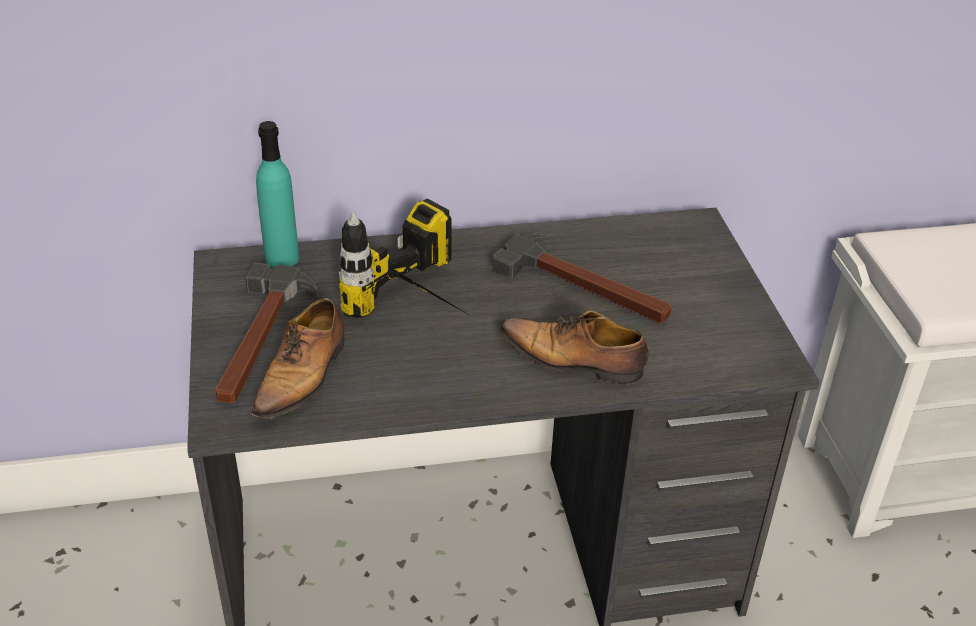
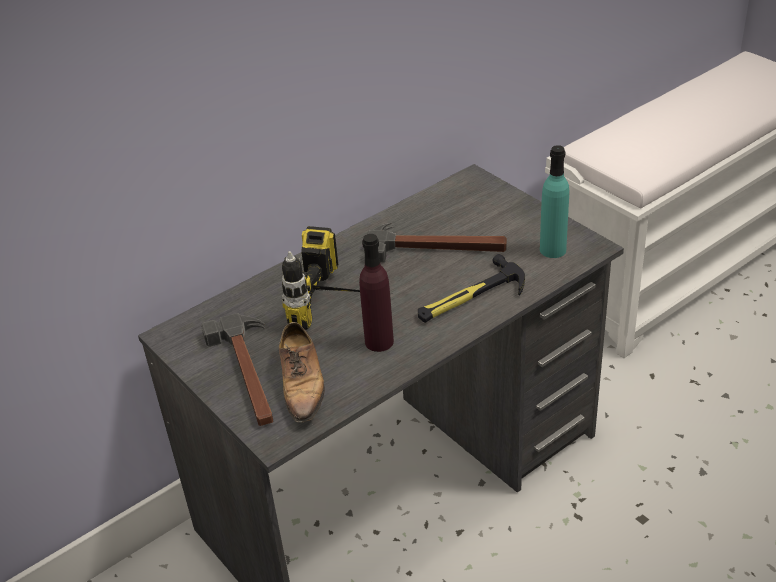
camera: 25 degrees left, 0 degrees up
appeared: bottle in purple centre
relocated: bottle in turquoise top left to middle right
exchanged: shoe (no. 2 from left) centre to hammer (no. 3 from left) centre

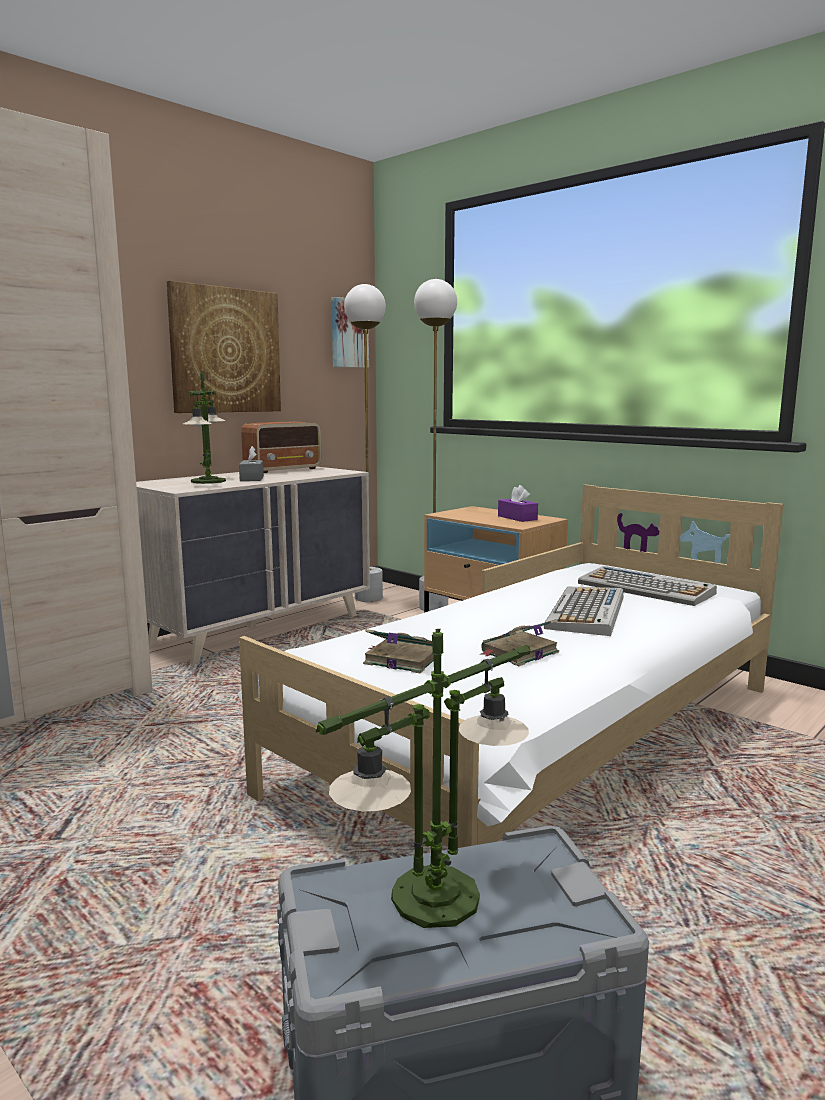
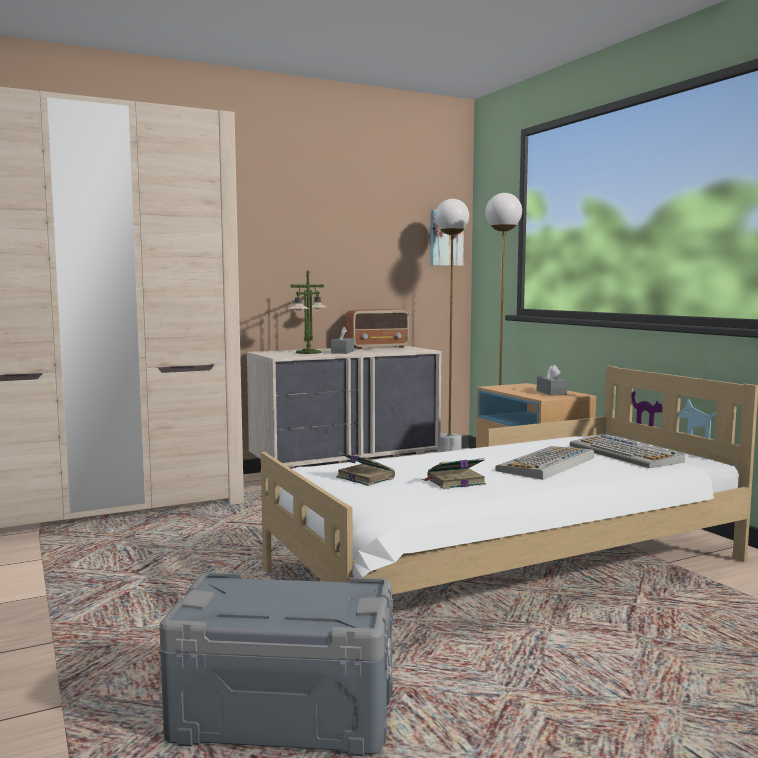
camera: 20 degrees right, 5 degrees down
missing: picture (no. 1 from left) top left; table lamp (no. 2 from left) bottom centre
colour: tissue box in purple centre to tissue box in grey (no. 2 from left) middle right

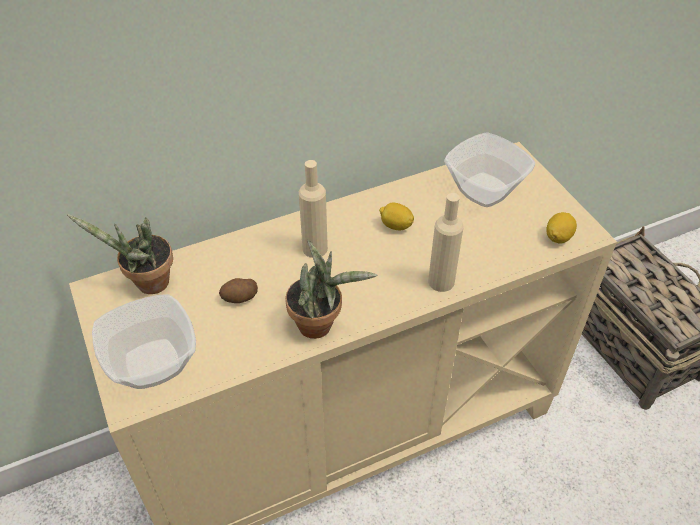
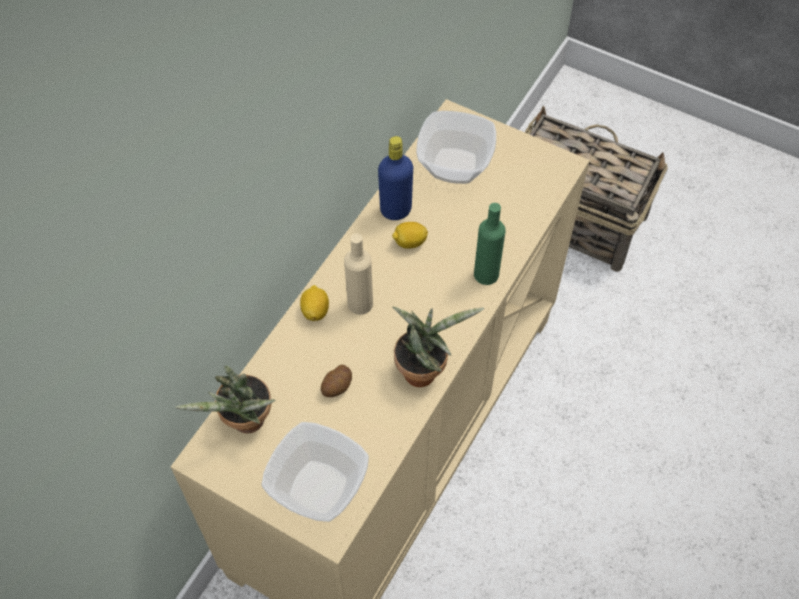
camera: 35 degrees left, 10 degrees up
appeared: bottle in blue top centre
relocated: lemon (no. 2 from left in the first image) middle right to lemon (no. 1 from left) centre
colour: bottle in beige (no. 2 from left) centre to bottle in green centre

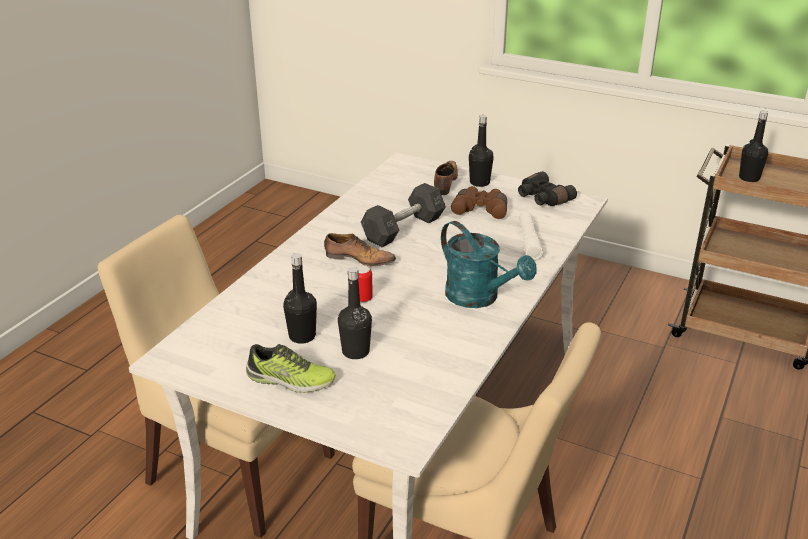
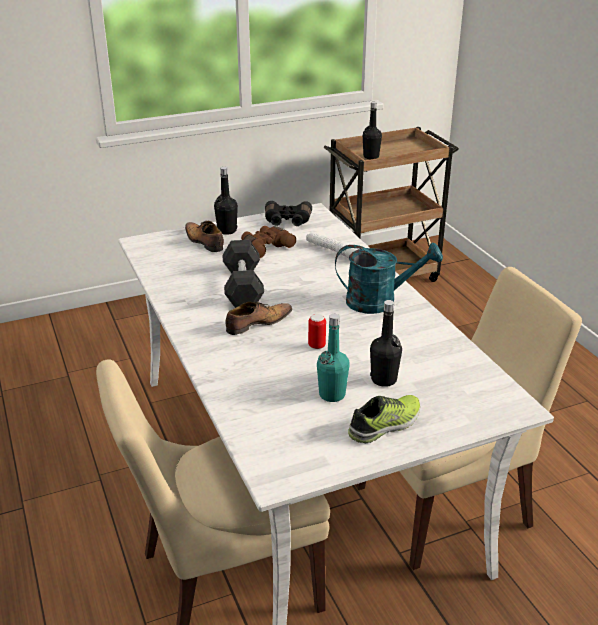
camera: 50 degrees left, 0 degrees up
colour: bottle in black (no. 1 from left) centre to bottle in turquoise centre

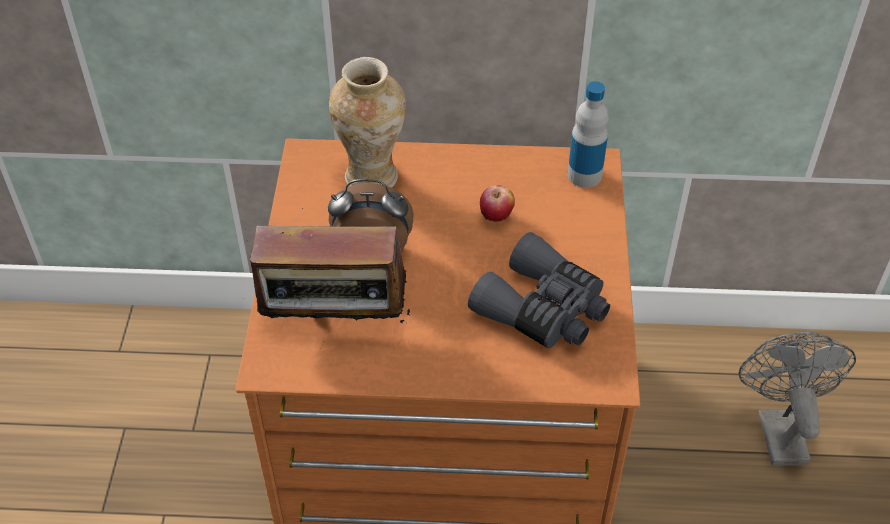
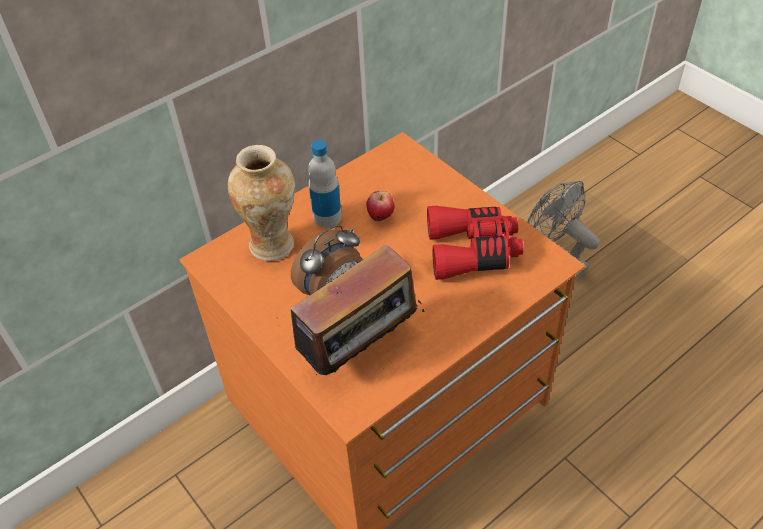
camera: 40 degrees left, 0 degrees up
relocated: bottle top centre to centre
colour: binoculars in grey centre to binoculars in red centre

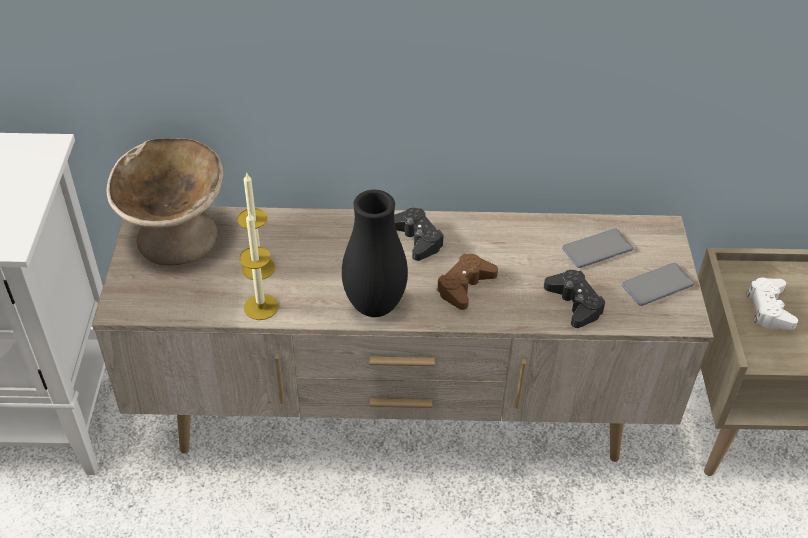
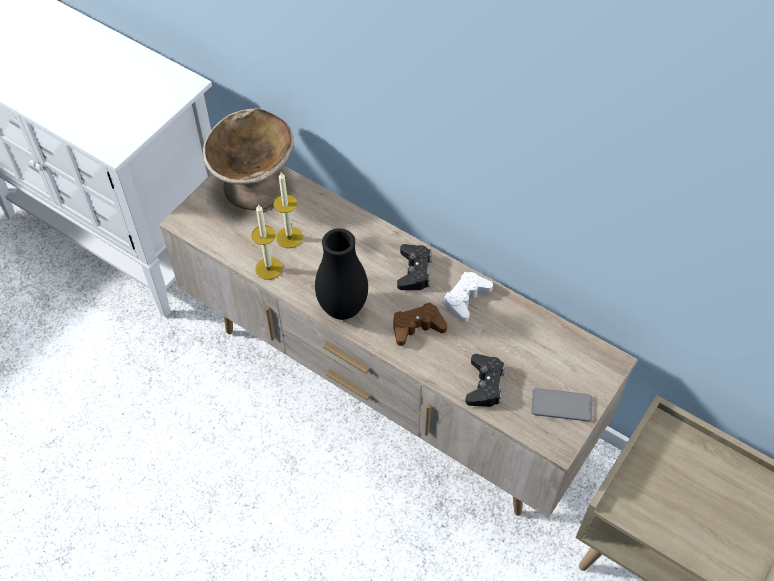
camera: 35 degrees right, 10 degrees up
missing: phone (no. 1 from left) middle right
relocated: game controller in white middle right to centre

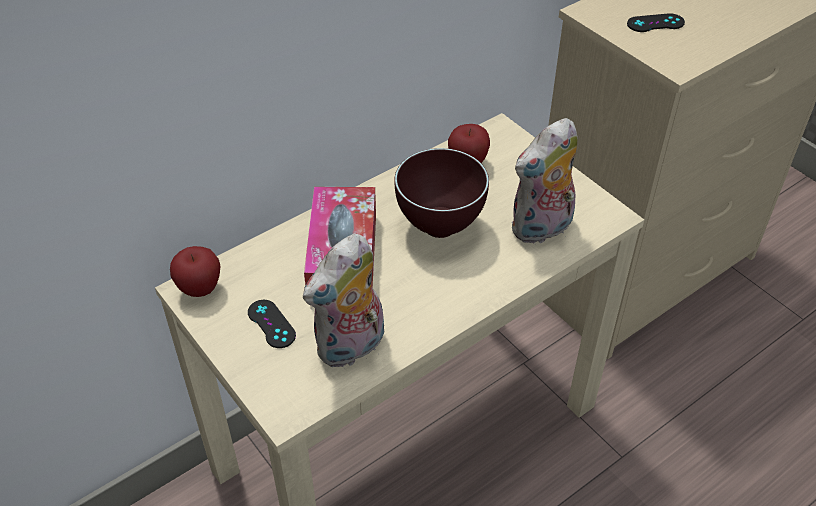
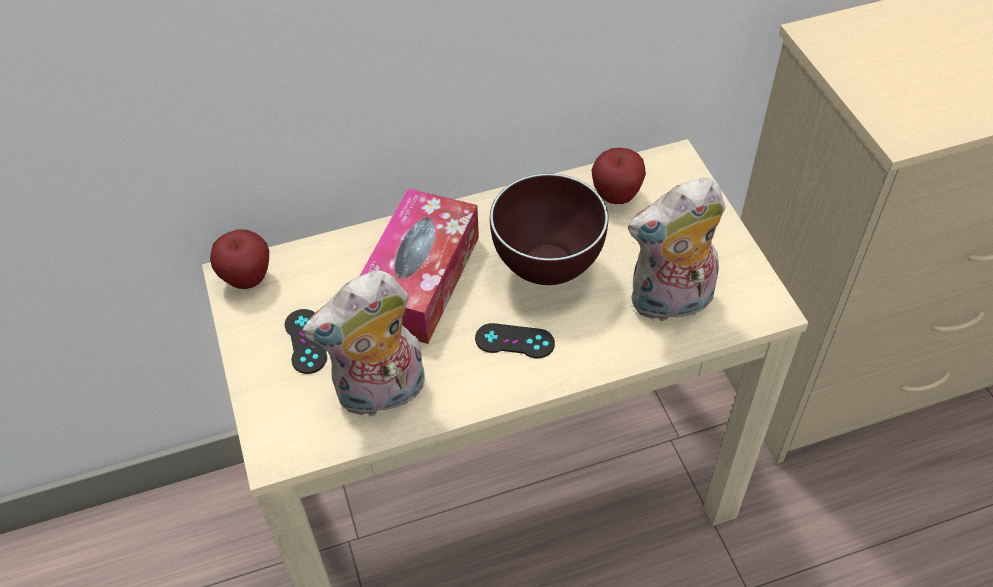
camera: 20 degrees right, 5 degrees up
relocated: game controller in black (no. 2 from left) top right to centre

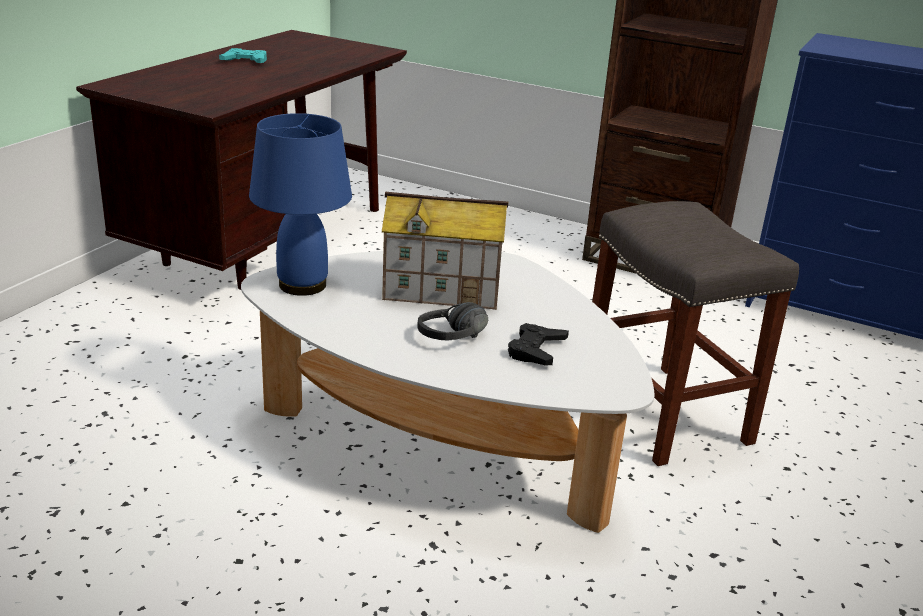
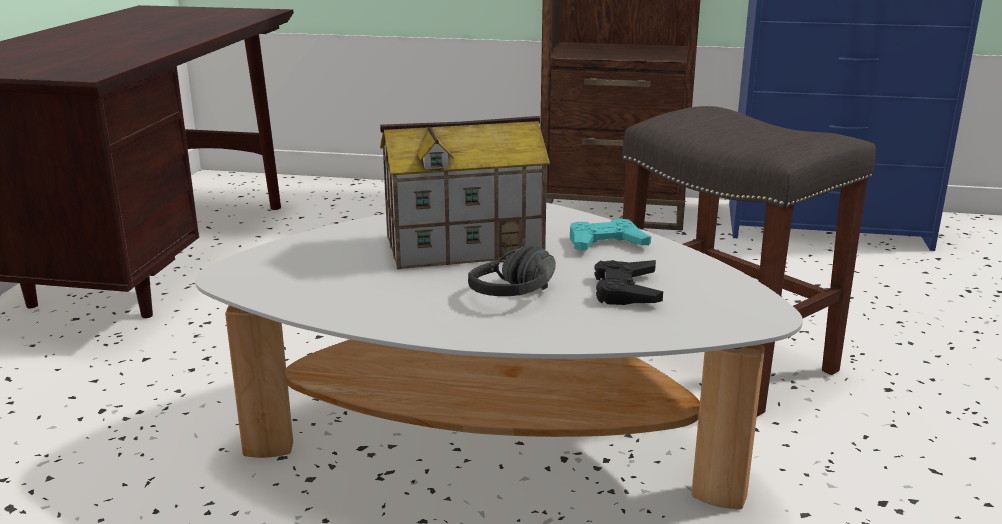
camera: 15 degrees left, 5 degrees down
missing: table lamp in blue top left
relocated: game controller in turquoise top left to centre

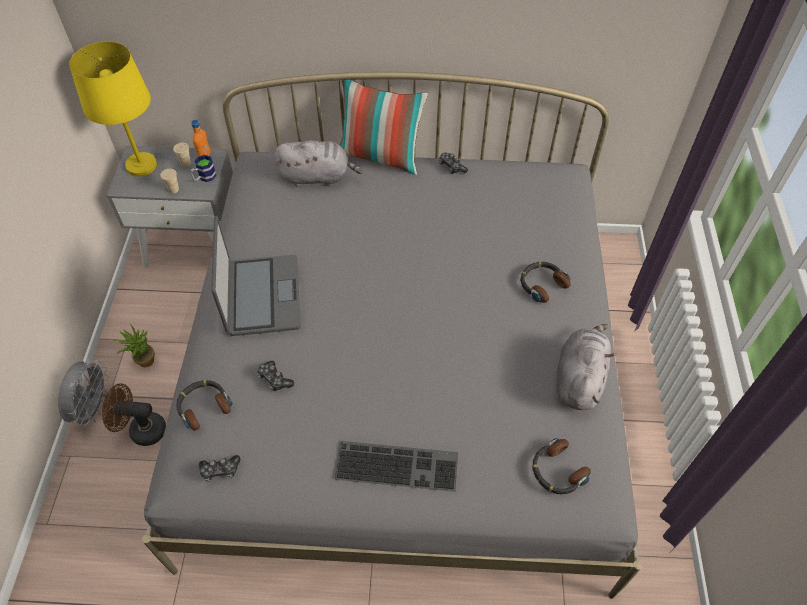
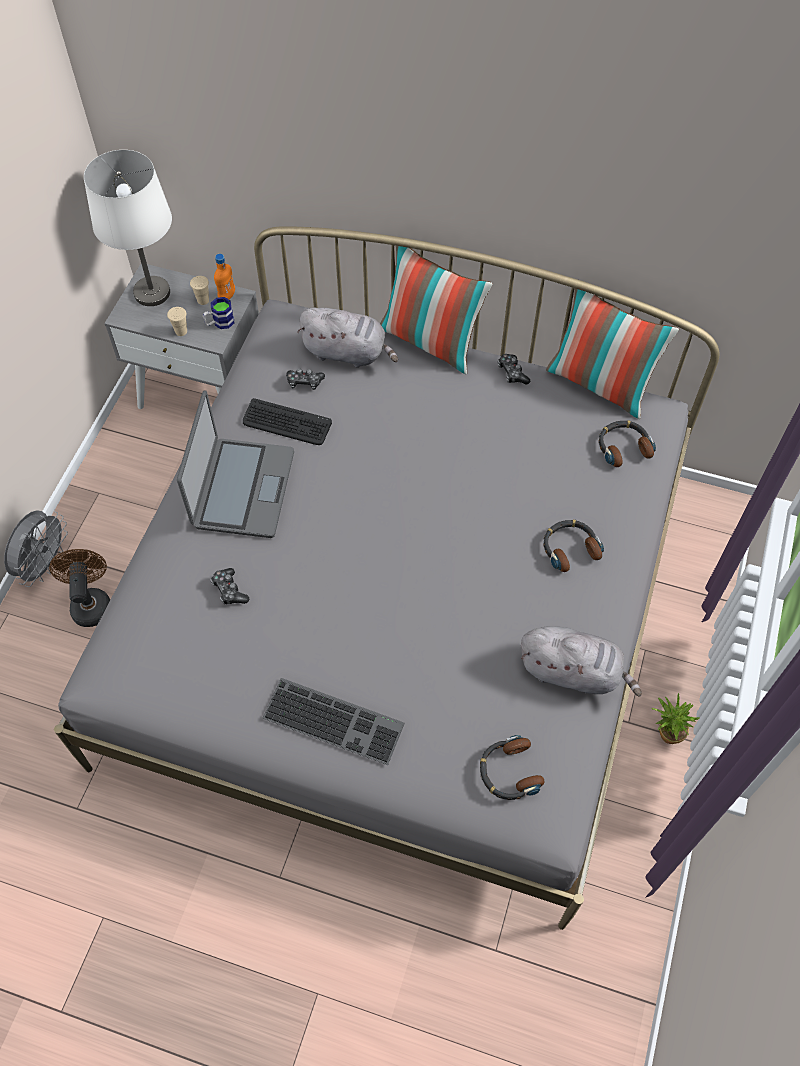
camera: 15 degrees right, 5 degrees up
appeared: pillow (no. 2 from left) top right; keyboard (no. 1 from left) centre
relocated: potted plant middle left to bottom right; headphones (no. 1 from left in the first image) bottom left to headphones (no. 3 from left) middle right; game controller (no. 1 from left in the first image) bottom left to game controller (no. 2 from left) centre
colour: table lamp in yellow top left to table lamp in white top left
spun: plush toy in grey (no. 2 from left) middle right = middle right 75 degrees clockwise; fan in brown bottom left = middle left 60 degrees clockwise

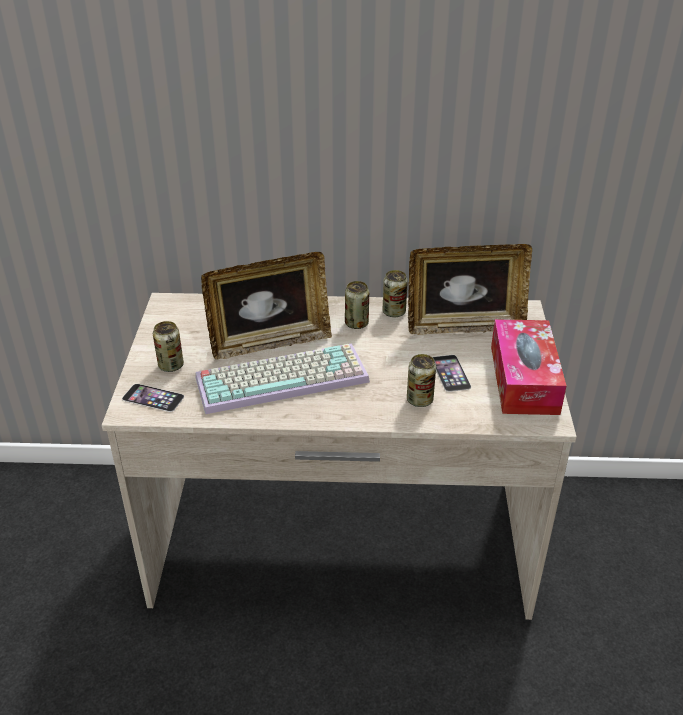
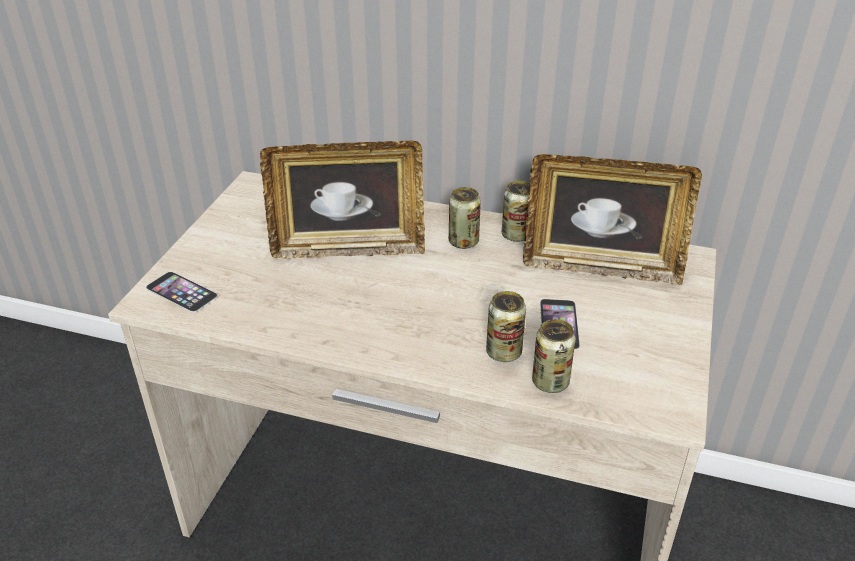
camera: 15 degrees right, 0 degrees up
missing: tissue box middle right; keyboard centre
relocated: can (no. 1 from left in the first image) middle left to can (no. 4 from left) centre

